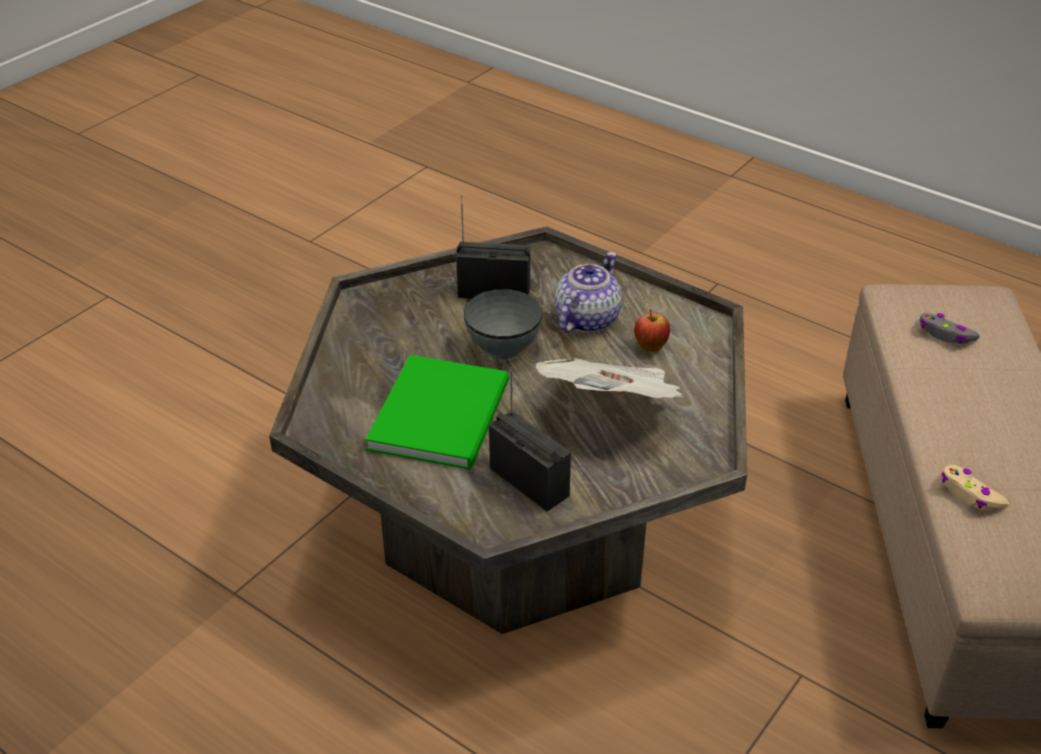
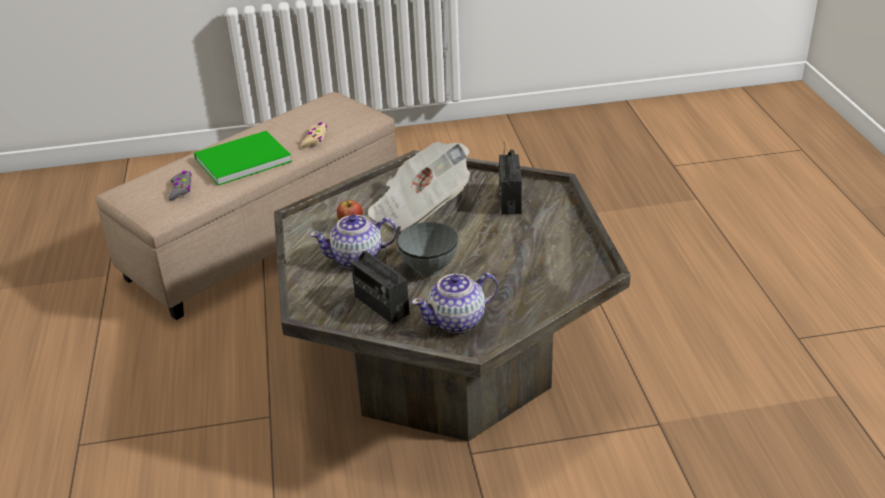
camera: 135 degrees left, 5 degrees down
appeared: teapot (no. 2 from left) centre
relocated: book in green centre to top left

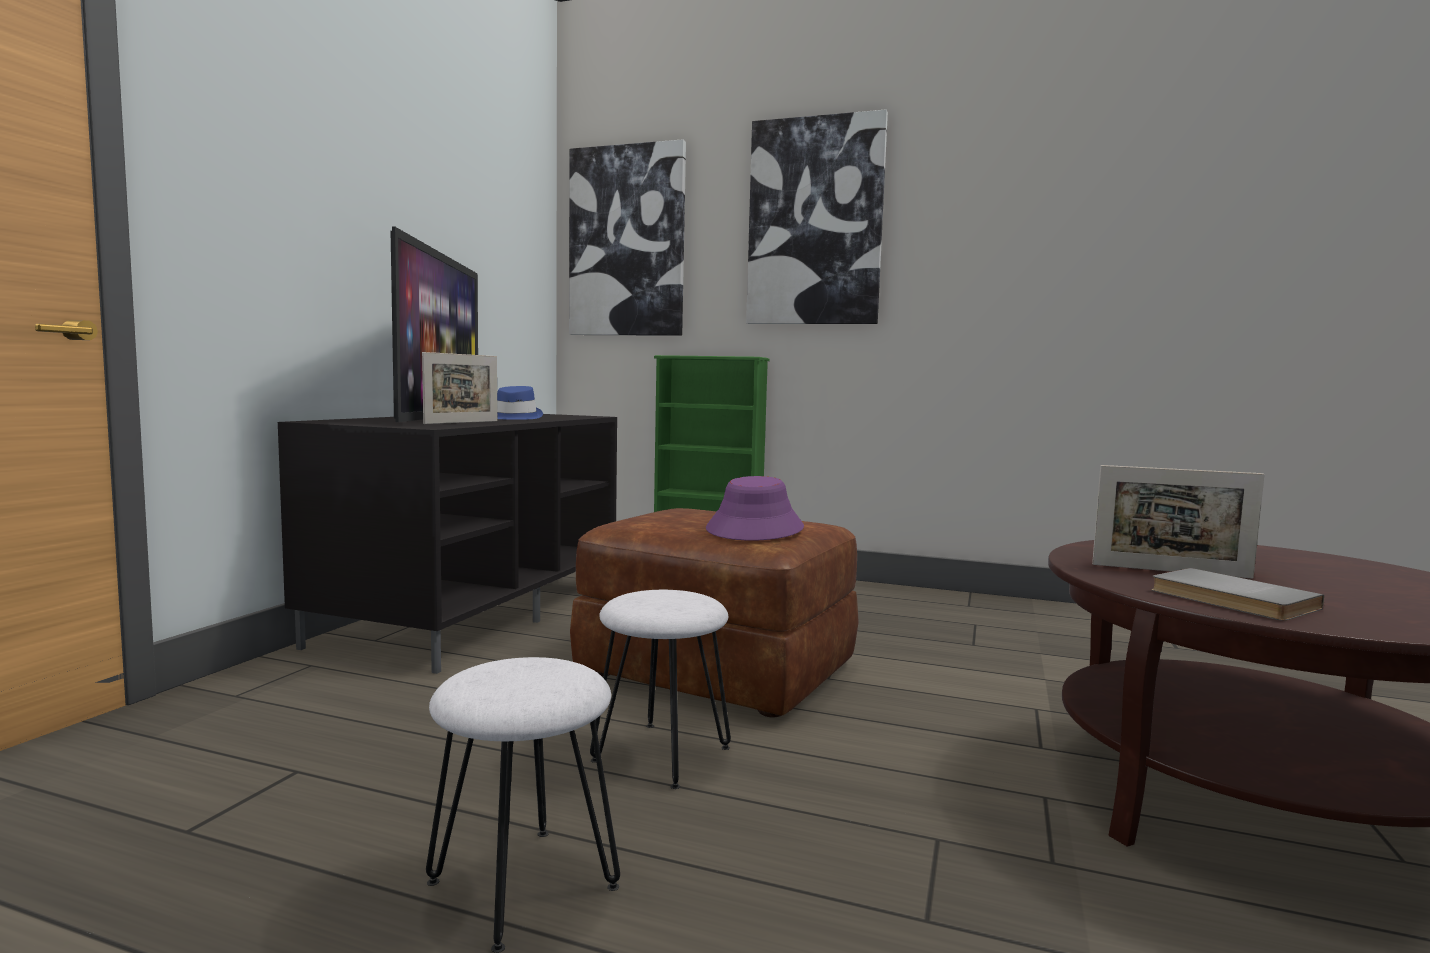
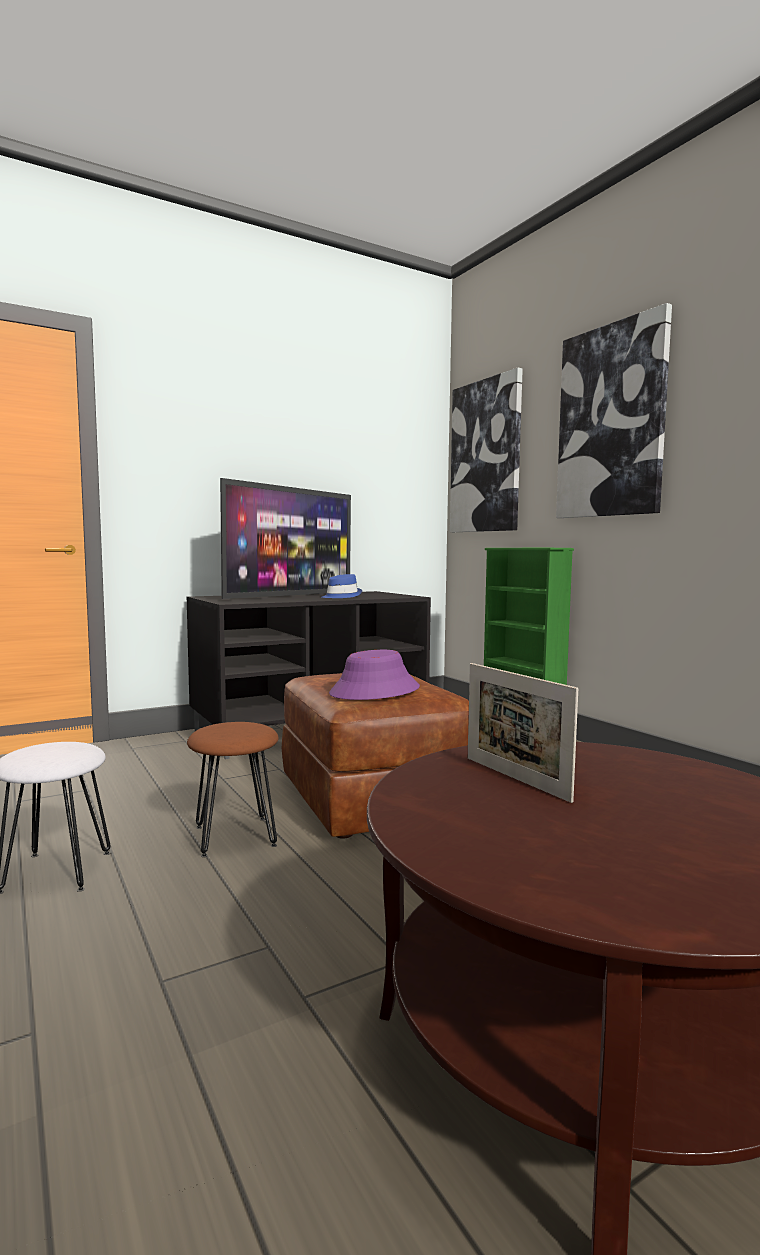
camera: 40 degrees right, 0 degrees up
missing: picture frame (no. 1 from left) middle left; book in grey middle right
colour: stool in white (no. 2 from left) bottom centre to stool in brown middle left

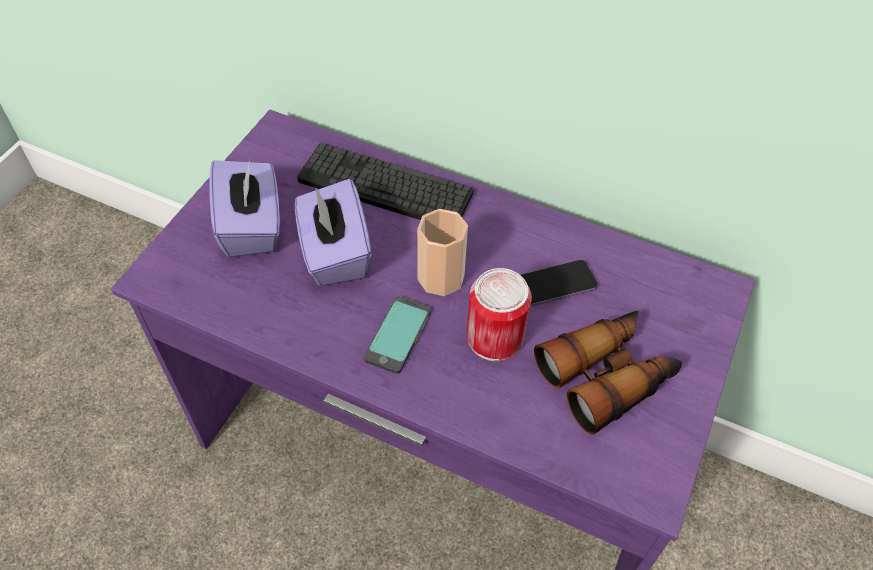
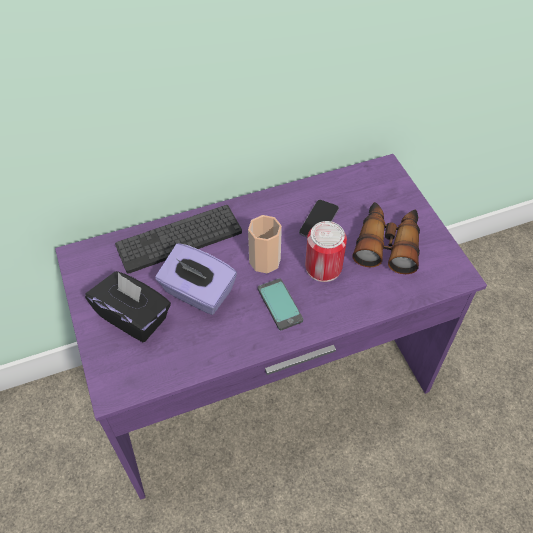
camera: 45 degrees left, 0 degrees up
colour: tissue box in purple (no. 1 from left) middle left to tissue box in black middle left

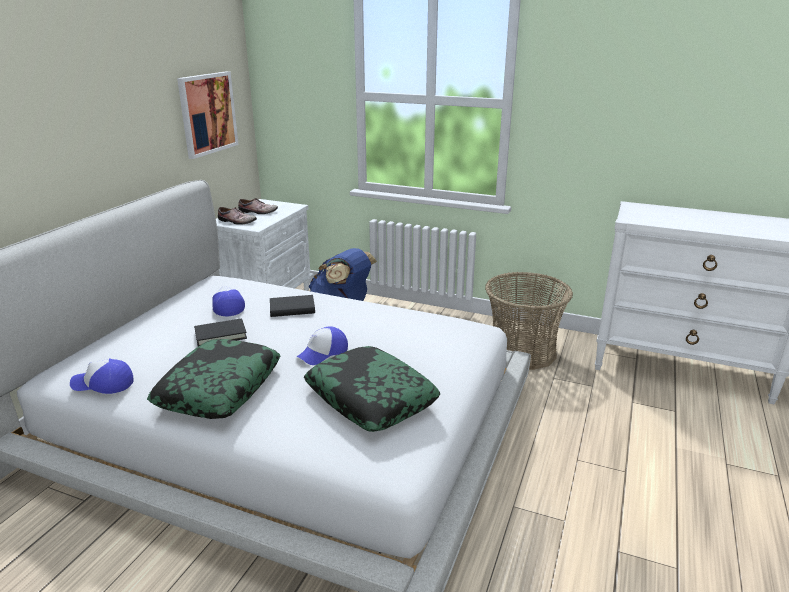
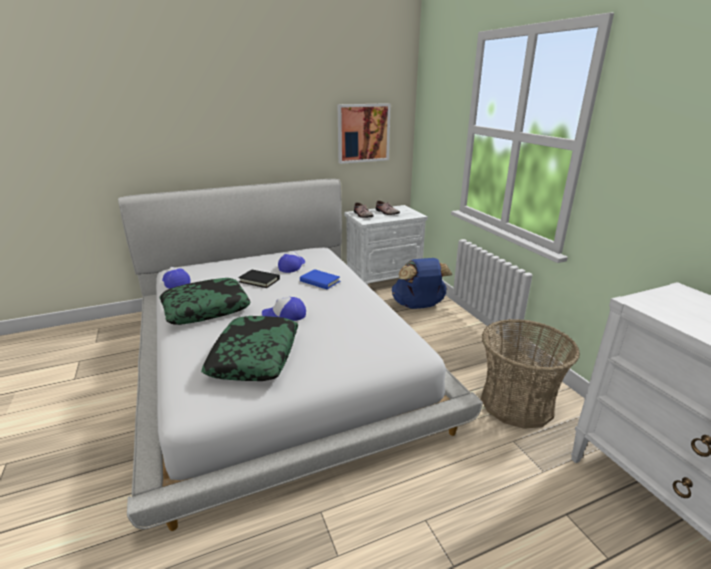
camera: 45 degrees right, 0 degrees up
colour: book in black (no. 2 from left) centre to book in blue centre

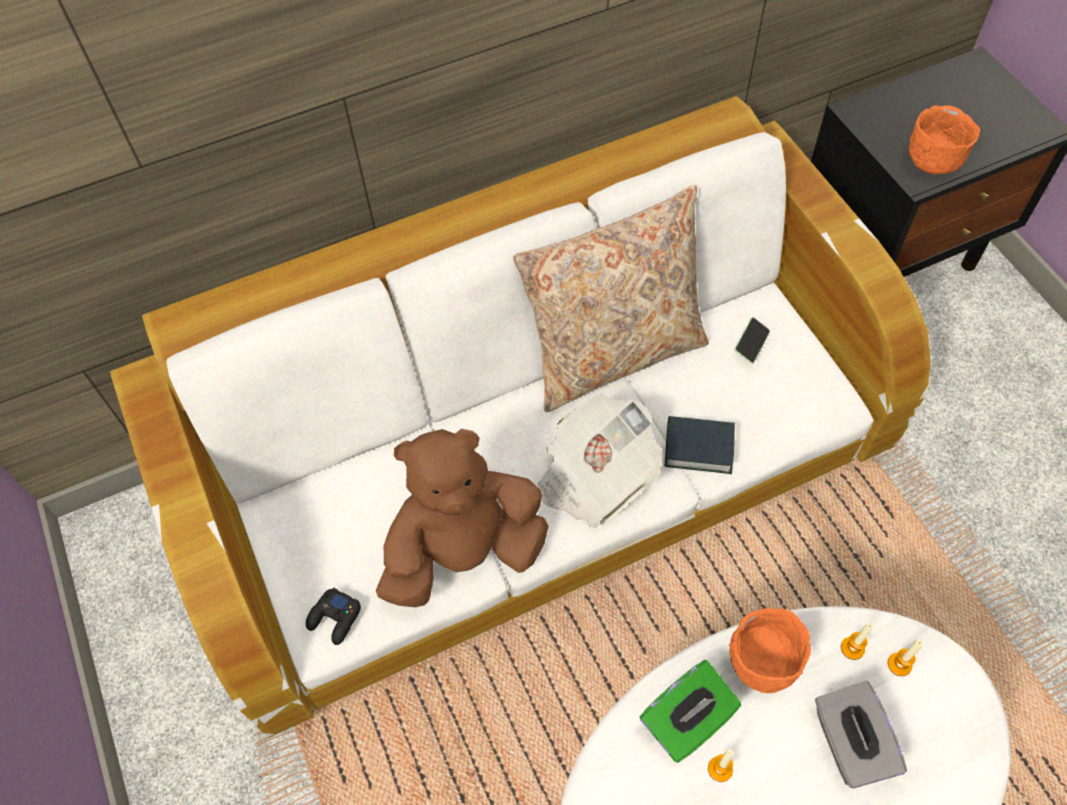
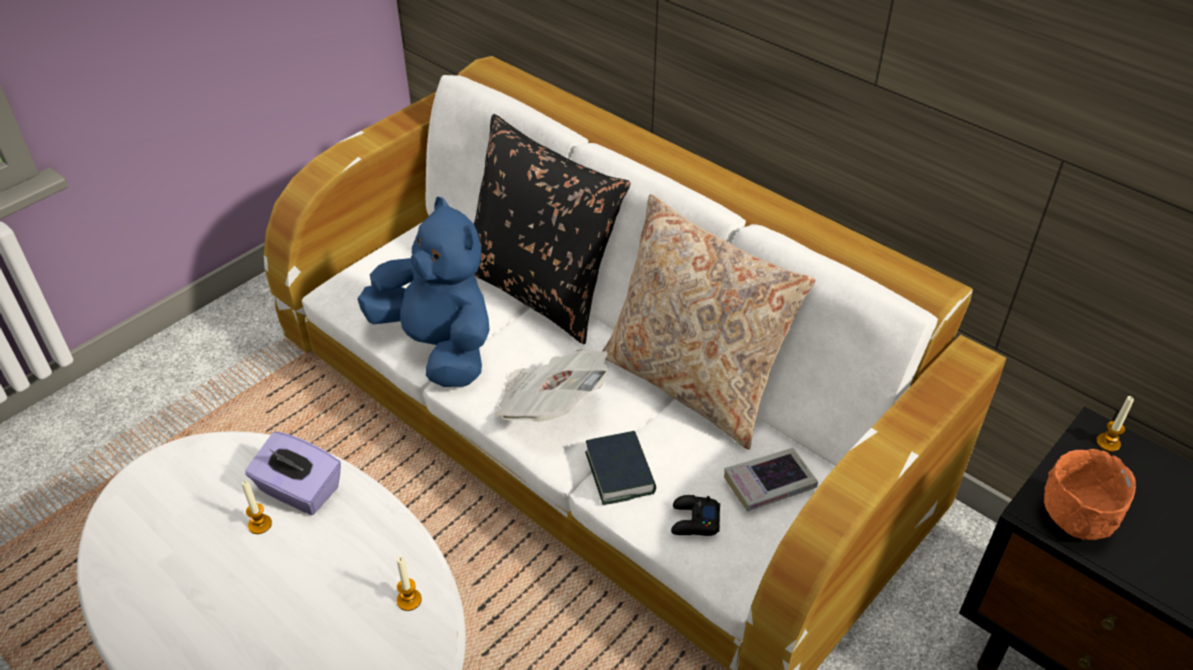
camera: 65 degrees right, 15 degrees down
missing: bowl in orange (no. 1 from left) bottom right; tissue box in grey bottom right
appeared: pillow in black centre
relocated: game controller in black bottom left to bottom centre; candle (no. 3 from left) bottom right to middle right
exchanged: phone middle right to book (no. 2 from left) bottom centre
colour: plush toy in brown centre to plush toy in blue centre; tissue box in green bottom centre to tissue box in purple bottom left

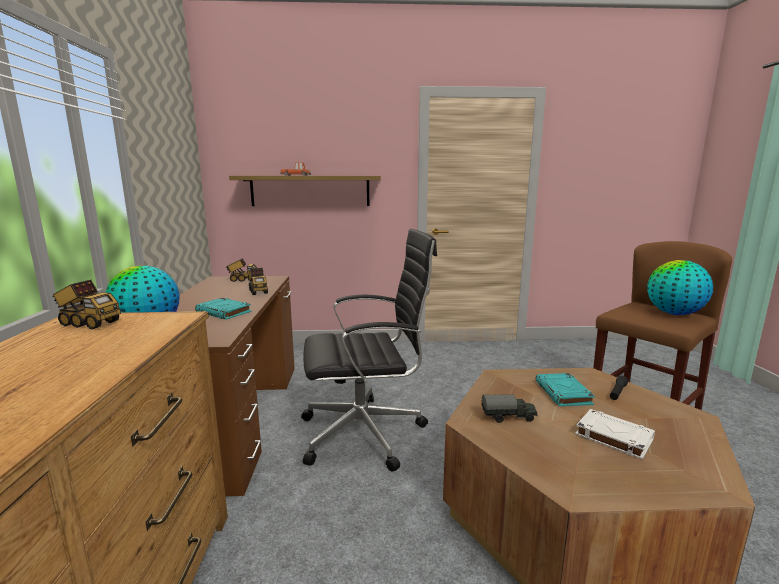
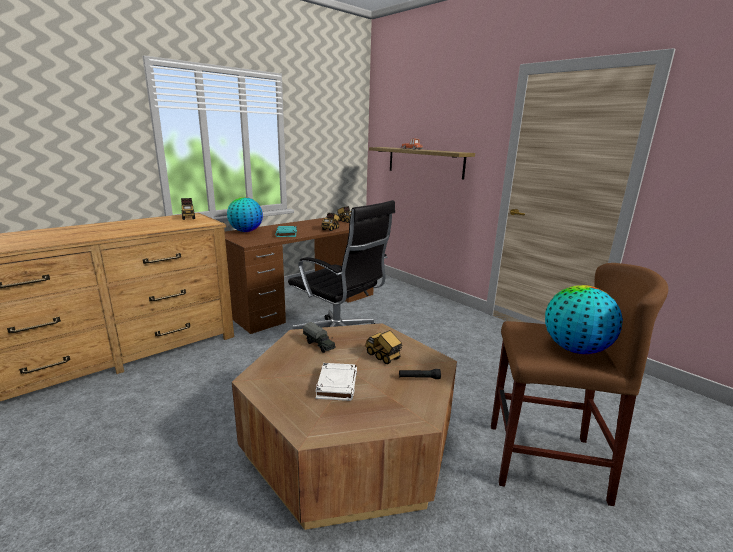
camera: 50 degrees right, 5 degrees up
exchanged: book in turquoise (no. 2 from left) middle right to toy truck (no. 5 from left) centre

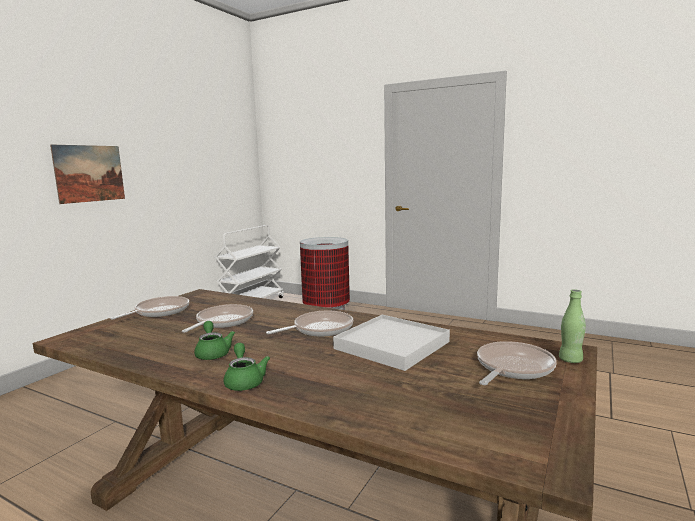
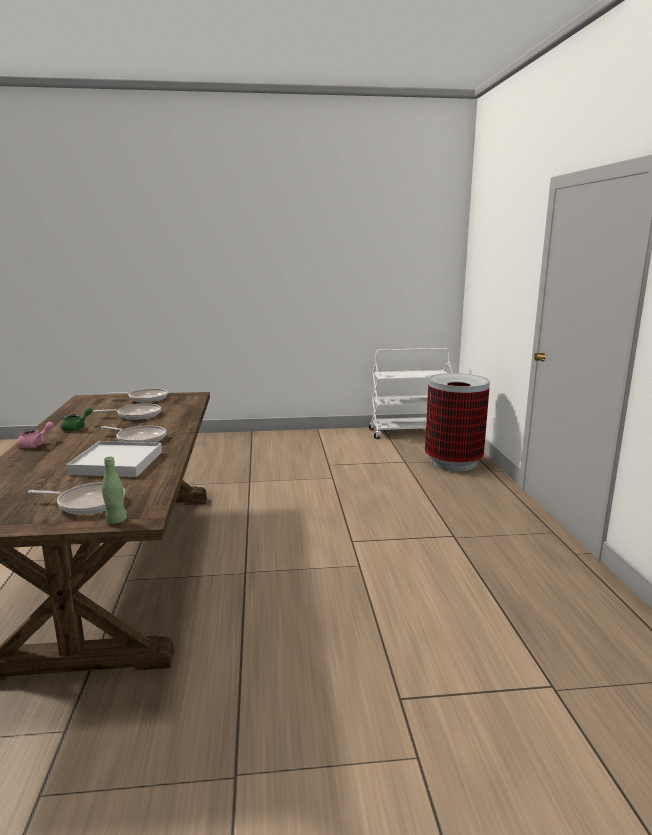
camera: 55 degrees right, 5 degrees up
missing: picture middle left
colour: teapot in green (no. 2 from left) bottom centre to teapot in pink middle left

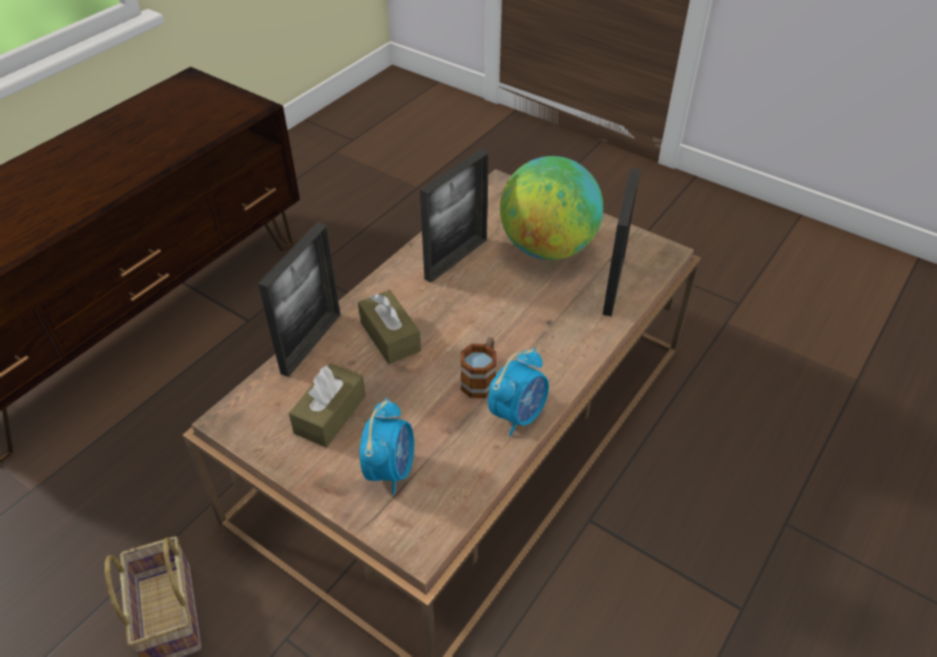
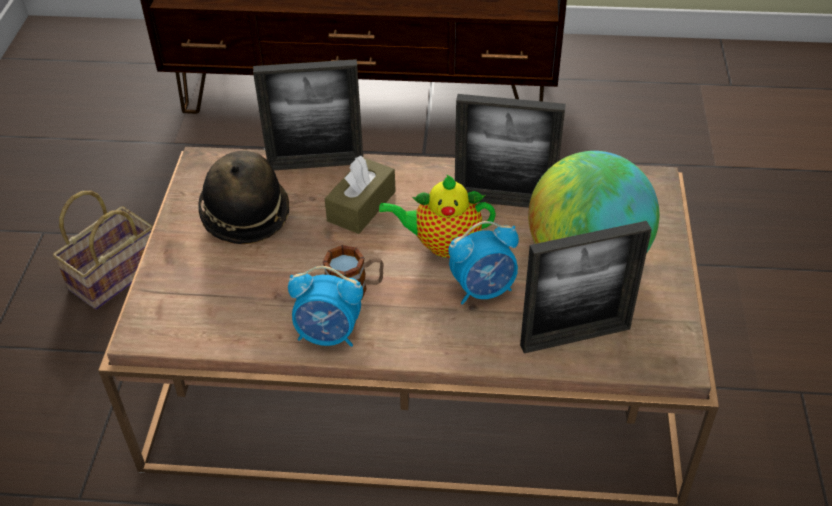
camera: 60 degrees right, 0 degrees up
appeared: teapot centre
relocated: alarm clock (no. 1 from left in the first image) bottom centre to alarm clock (no. 2 from left) centre
exchanged: tissue box in brown (no. 1 from left) centre to hat middle left

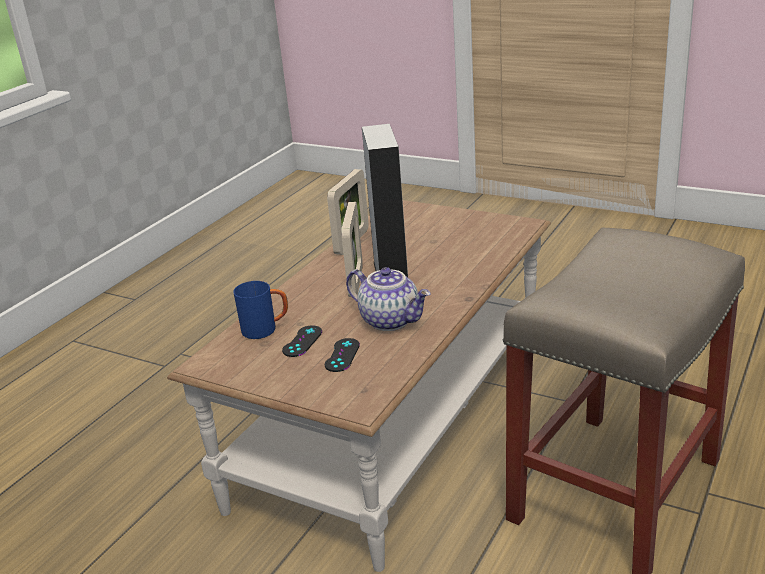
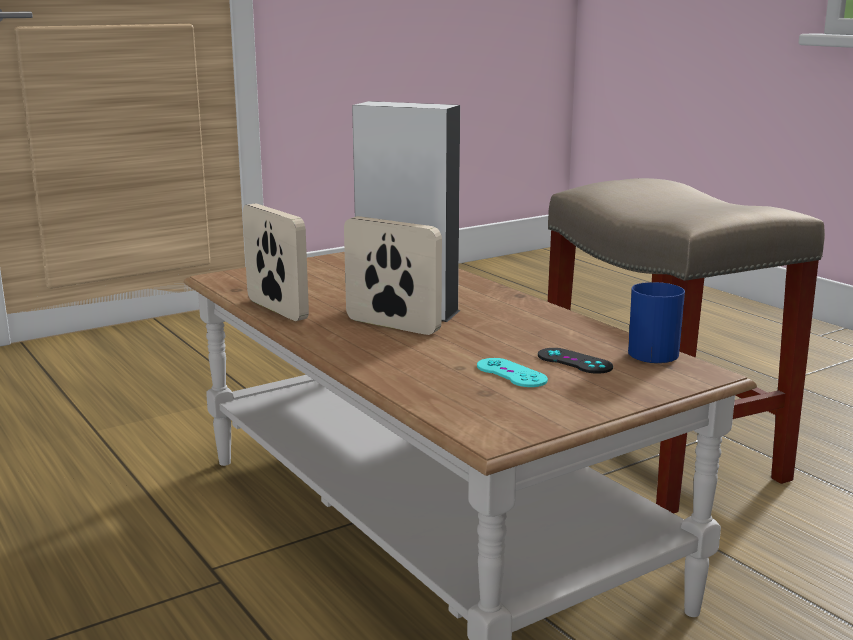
camera: 65 degrees left, 10 degrees down
missing: teapot centre
relocated: mug in blue centre to middle right
colour: game controller in black (no. 1 from left) centre to game controller in turquoise centre

